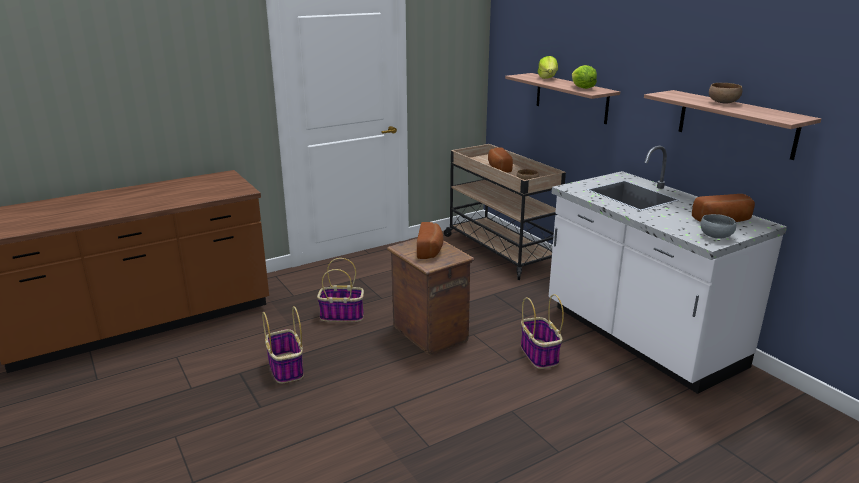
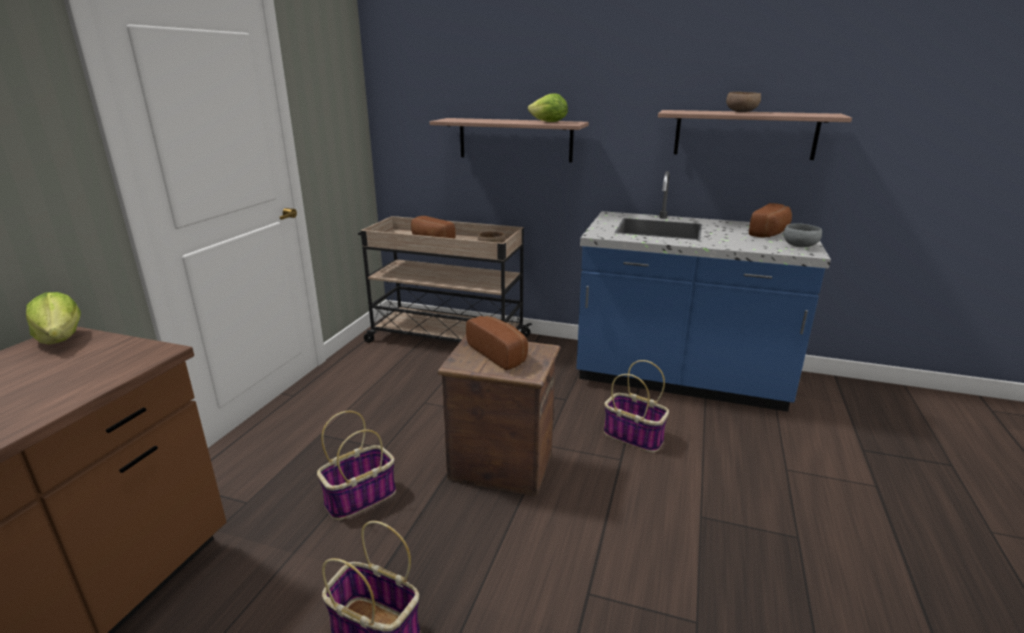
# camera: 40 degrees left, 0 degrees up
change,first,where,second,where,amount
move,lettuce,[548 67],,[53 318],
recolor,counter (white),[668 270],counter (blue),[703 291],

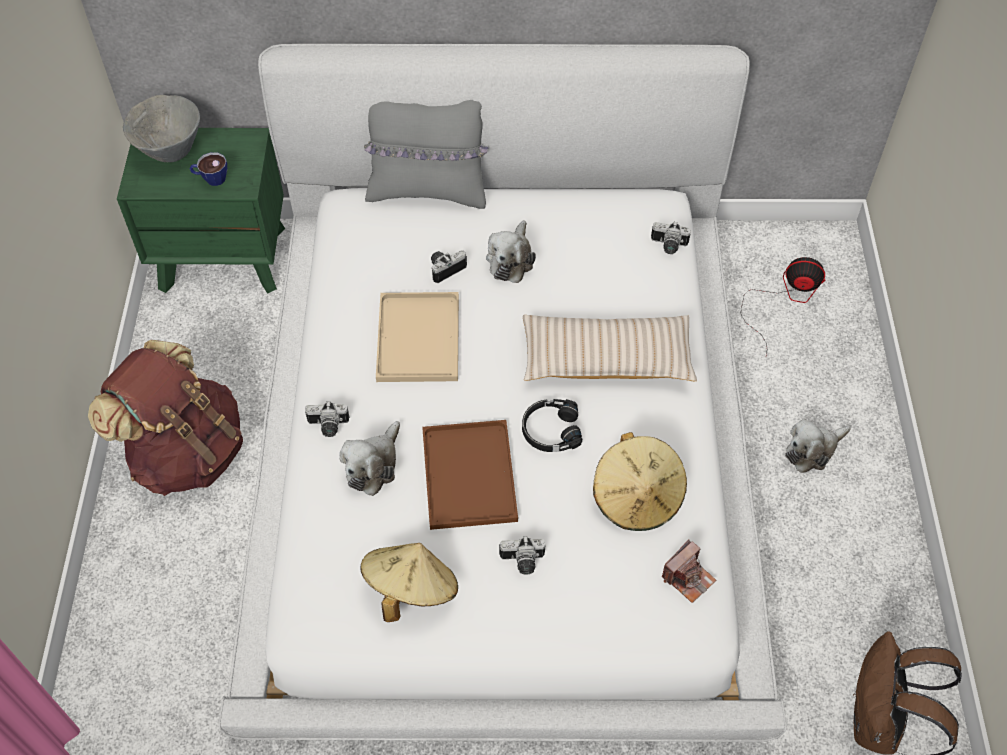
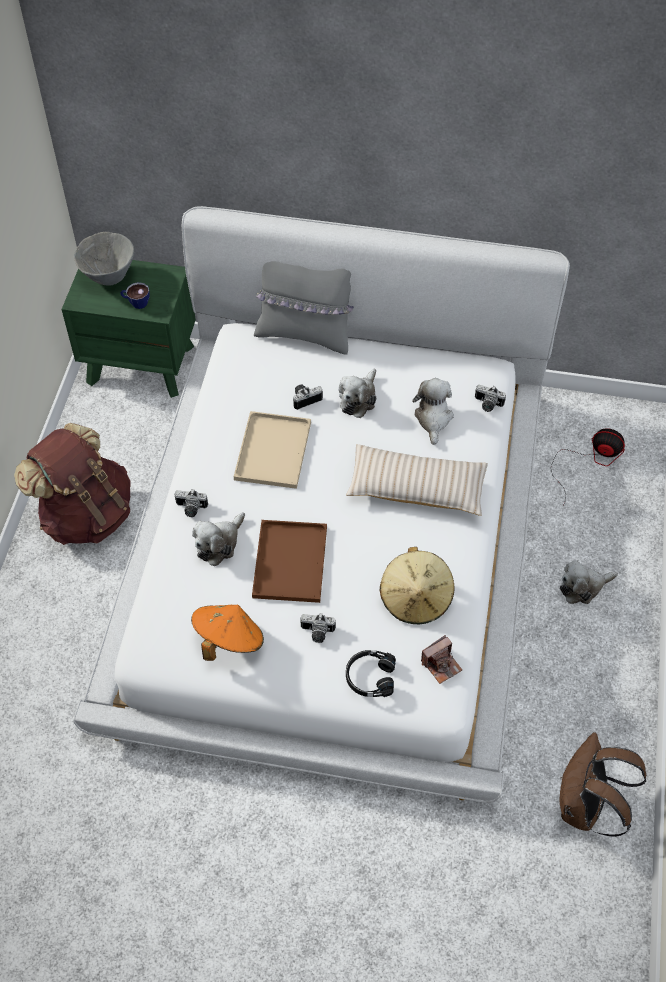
# camera: 10 degrees right, 0 degrees up
change,first,where,second,where,amount
move,headphones (black),[552 425],,[371 673],
recolor,hat (beige),[409 582],hat (orange),[227 633],
insert,,,plush toy,[433 411],

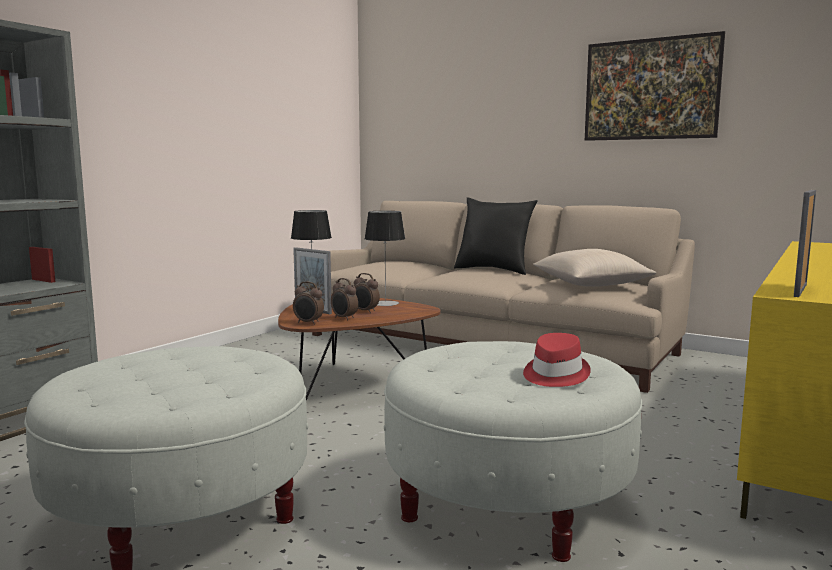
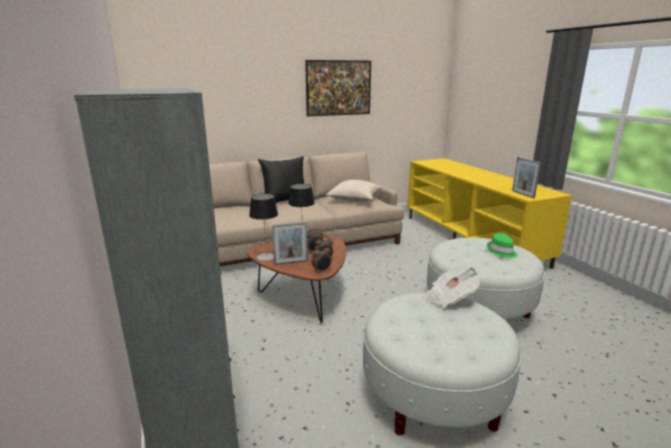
# camera: 55 degrees left, 10 degrees up
change,first,where,second,where,amount
recolor,hat (red),[557 360],hat (green),[502 245],
insert,,,newspaper,[451 286],

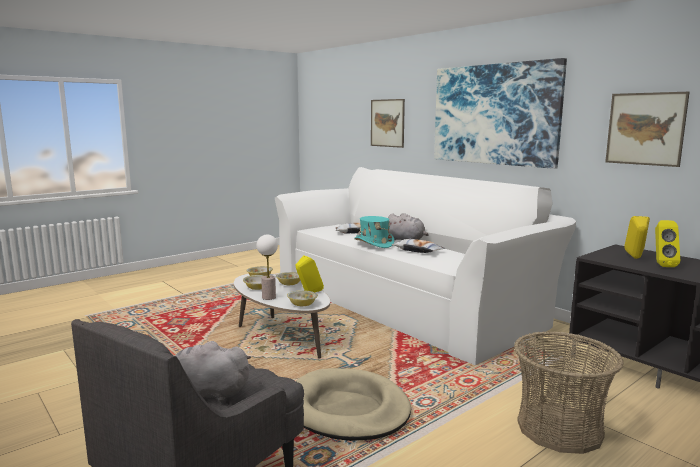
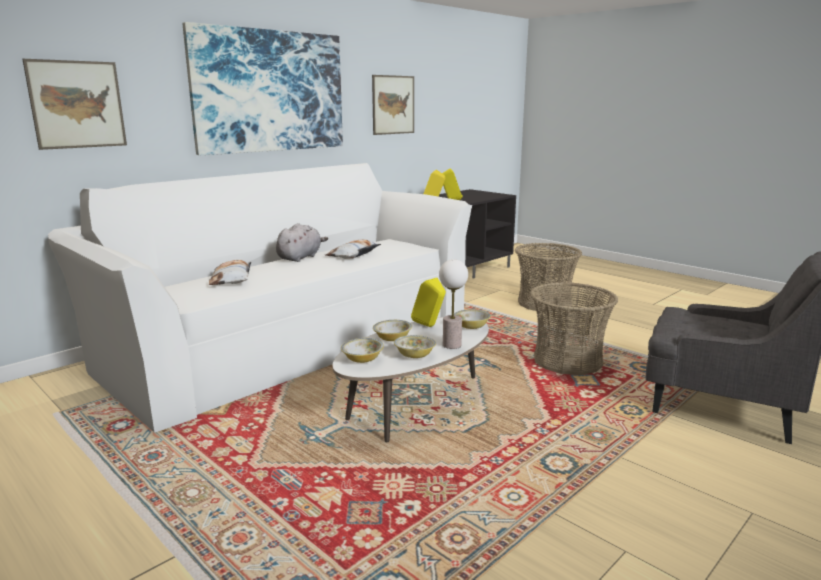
# camera: 95 degrees left, 5 degrees up
change,first,where,second,where,amount
delete,hat (turquoise),[374 232],,,
delete,plush toy (grey),[213 371],,,
replace,dog bed (beige),[353 404],basket,[574 328],

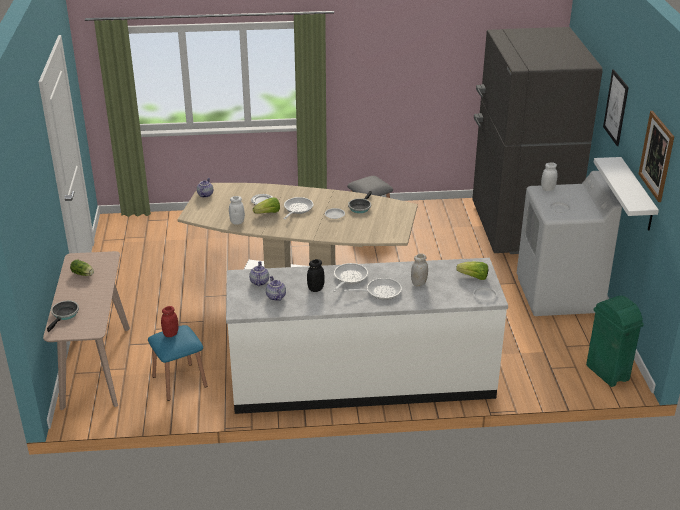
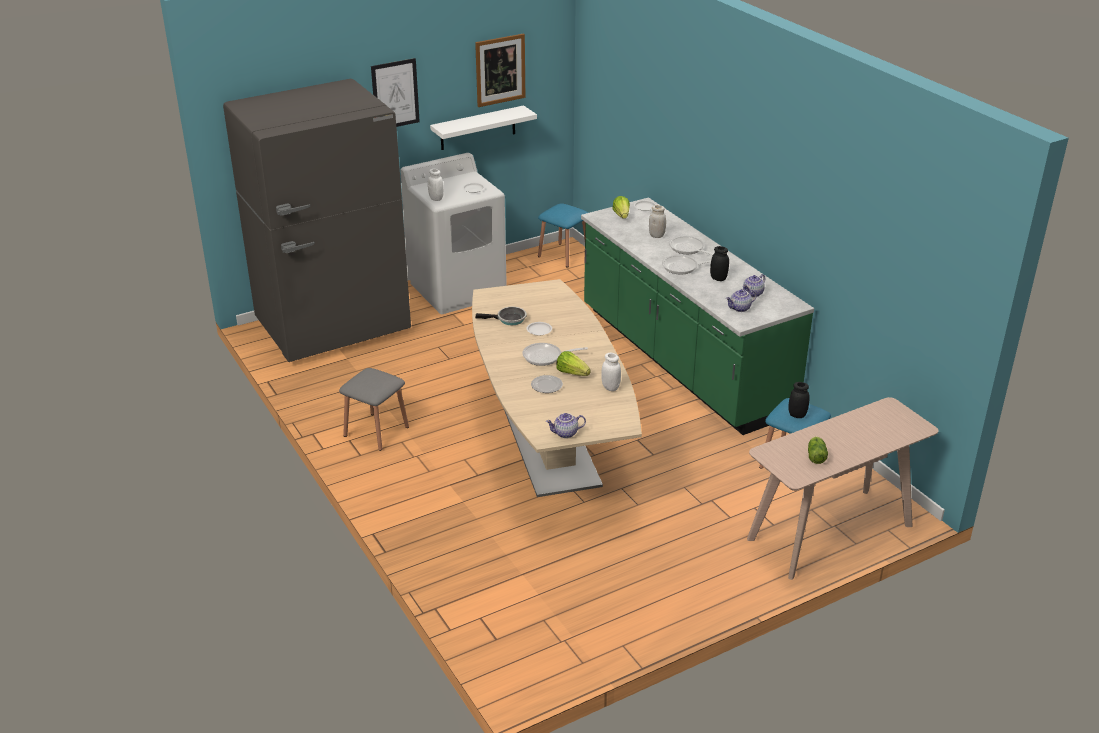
# camera: 115 degrees left, 0 degrees up
change,first,where,second,where,amount
recolor,counter (white),[367 336],counter (green),[697 316],
replace,trash can (green),[615 341],stool (blue),[563 235],
delete,frying pan,[63 316],,,
recolor,jar (red),[170 321],jar (black),[799 400],

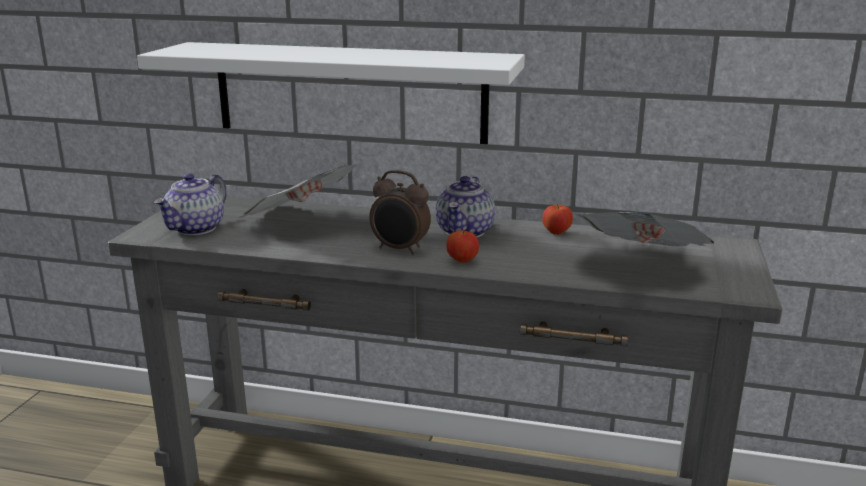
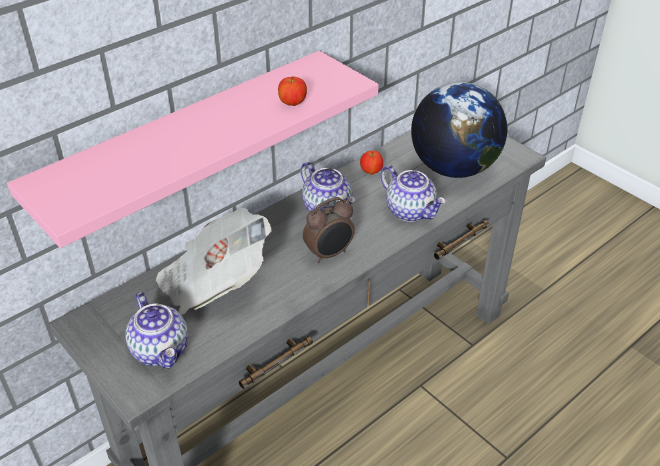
# camera: 55 degrees left, 20 degrees up
change,first,where,second,where,amount
recolor,shelf (white),[331 93],shelf (pink),[193 149],
replace,newspaper,[645 229],globe,[459 130],
move,apple,[463 246],,[292 91],
insert,,,teapot,[413 193],

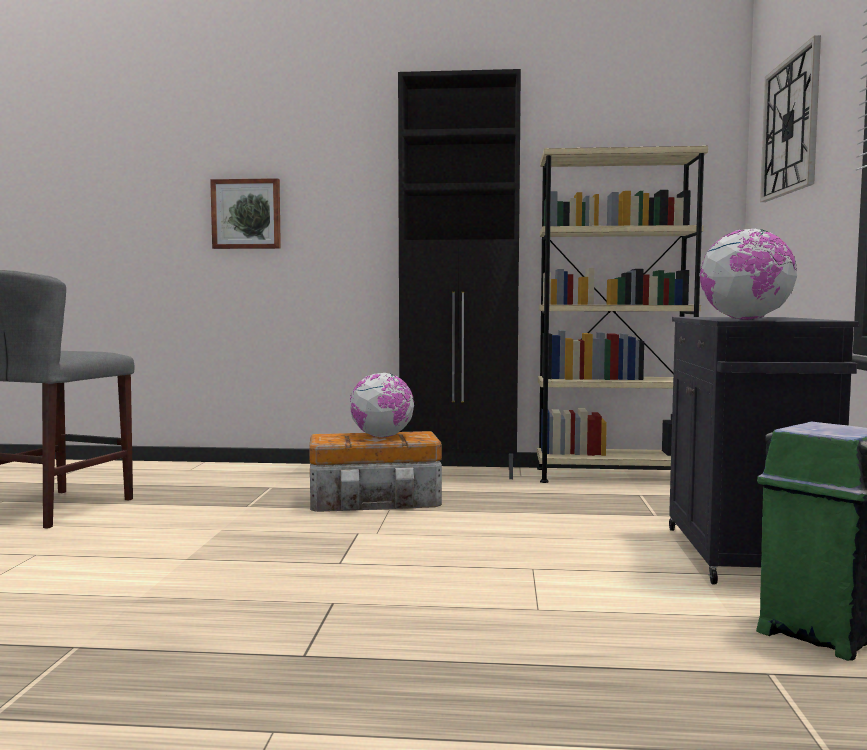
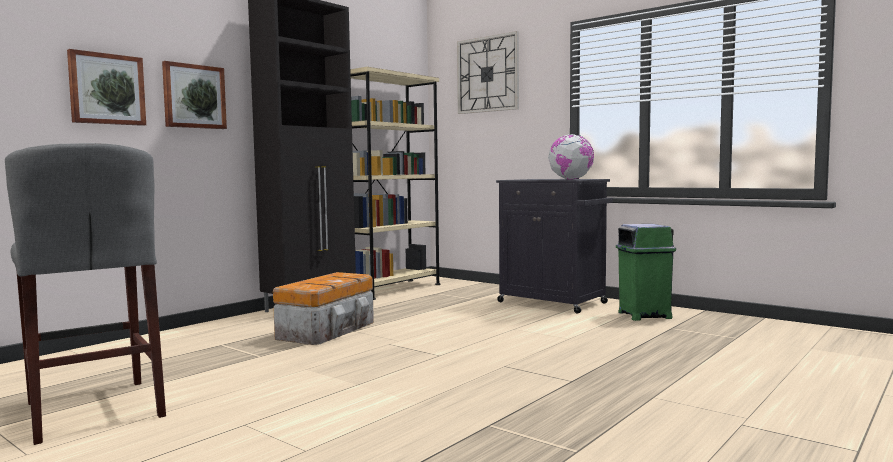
# camera: 55 degrees left, 0 degrees up
change,first,where,second,where,amount
delete,globe,[382 405],,,
insert,,,picture,[194 95],

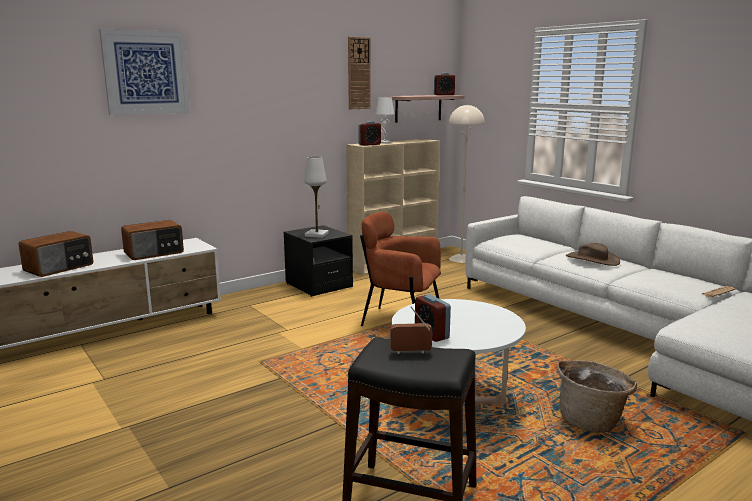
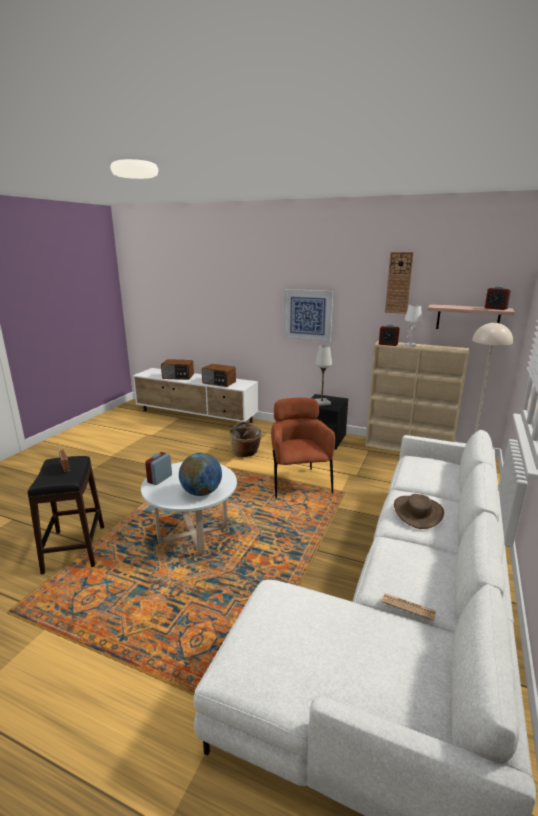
# camera: 60 degrees right, 5 degrees up
change,first,where,second,where,amount
move,picture,[144 71],,[308 316],
move,basket,[596 396],,[245 439],
insert,,,globe,[200 474],

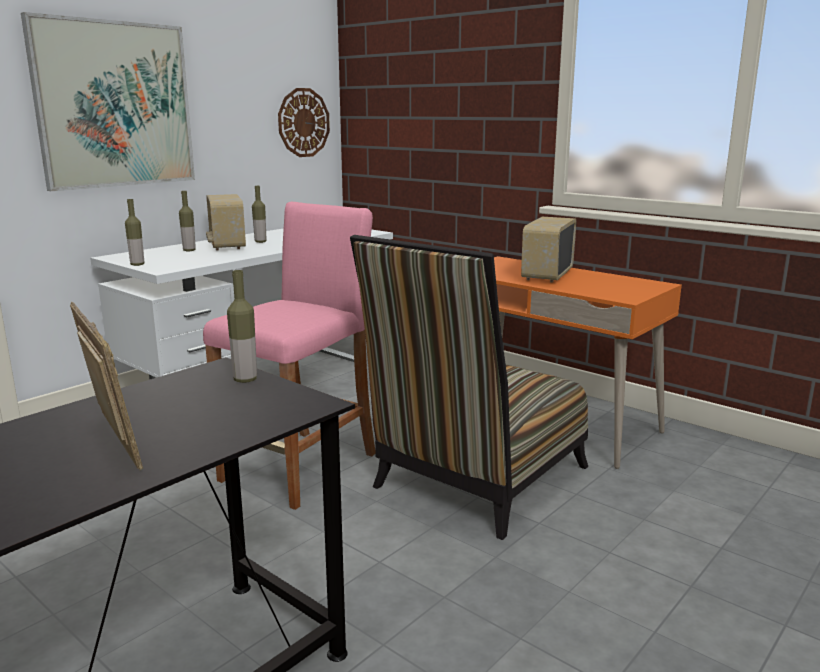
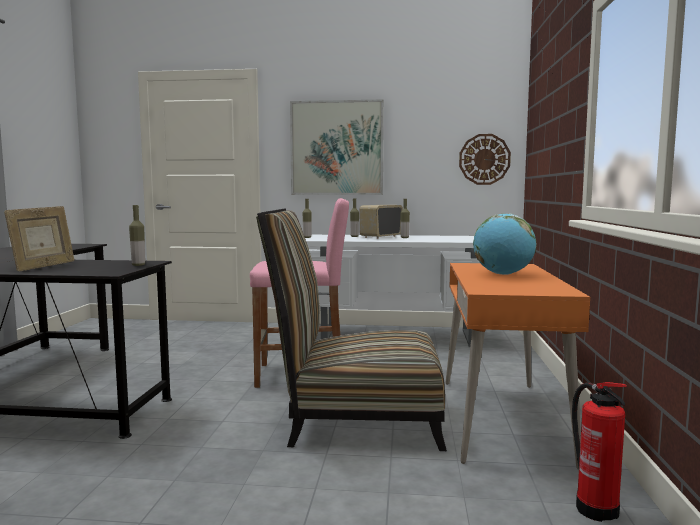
# camera: 55 degrees right, 10 degrees down
change,first,where,second,where,amount
replace,radio,[548 249],globe,[504 244],
insert,,,fire extinguisher,[599 452],

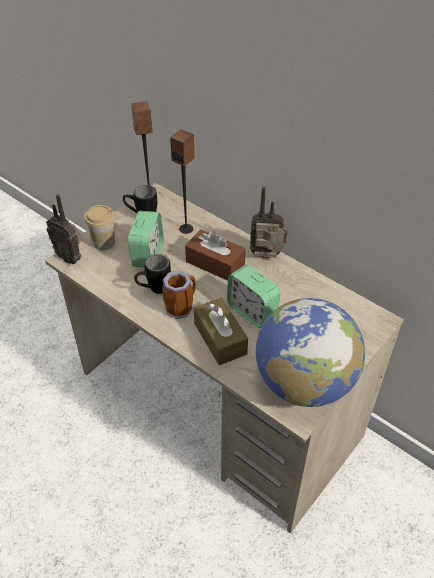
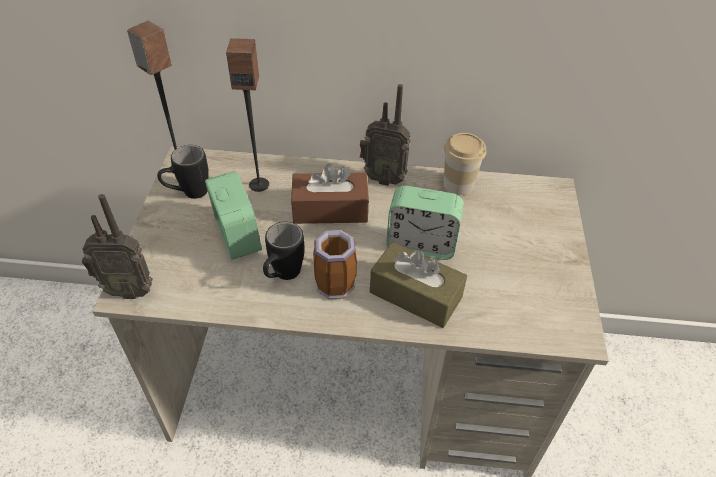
# camera: 35 degrees left, 0 degrees up
change,first,where,second,where,amount
rotate,radio,[269 222],,[385 135],135 degrees counterclockwise
move,cup,[99 227],,[465 164],
delete,globe,[310 352],,,

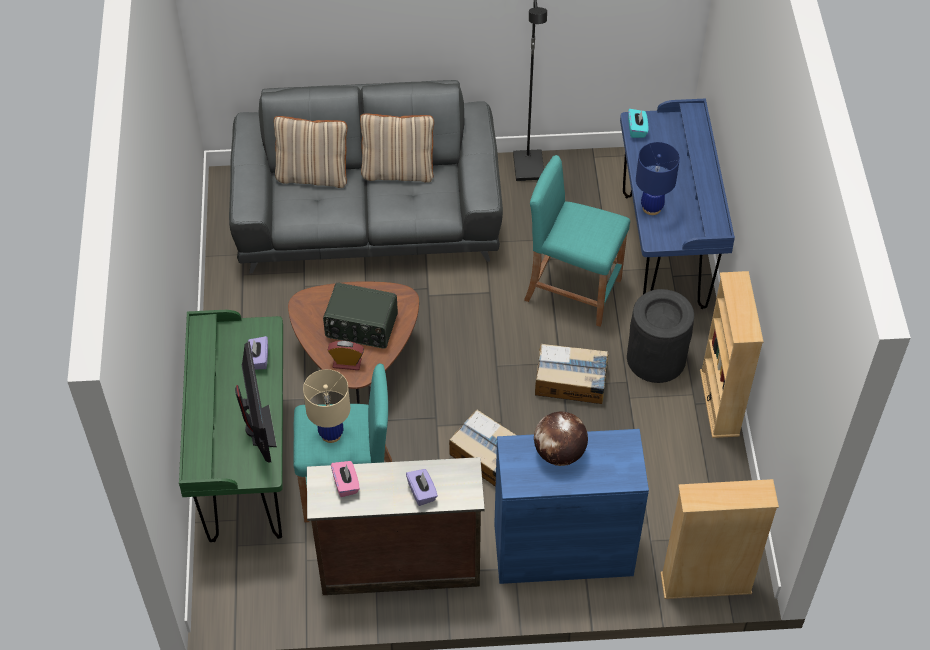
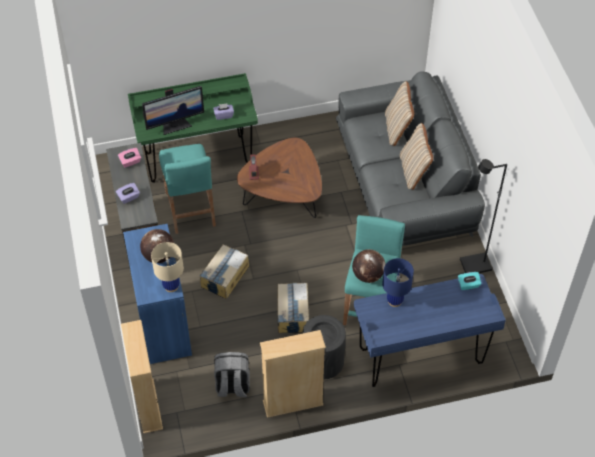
# camera: 80 degrees right, 0 degrees up
change,first,where,second,where,amount
delete,radio,[360 316],,,
move,table lamp (beige),[326 406],,[167 267],
insert,,,globe,[368 266],
insert,,,backpack (grey),[232 374],

